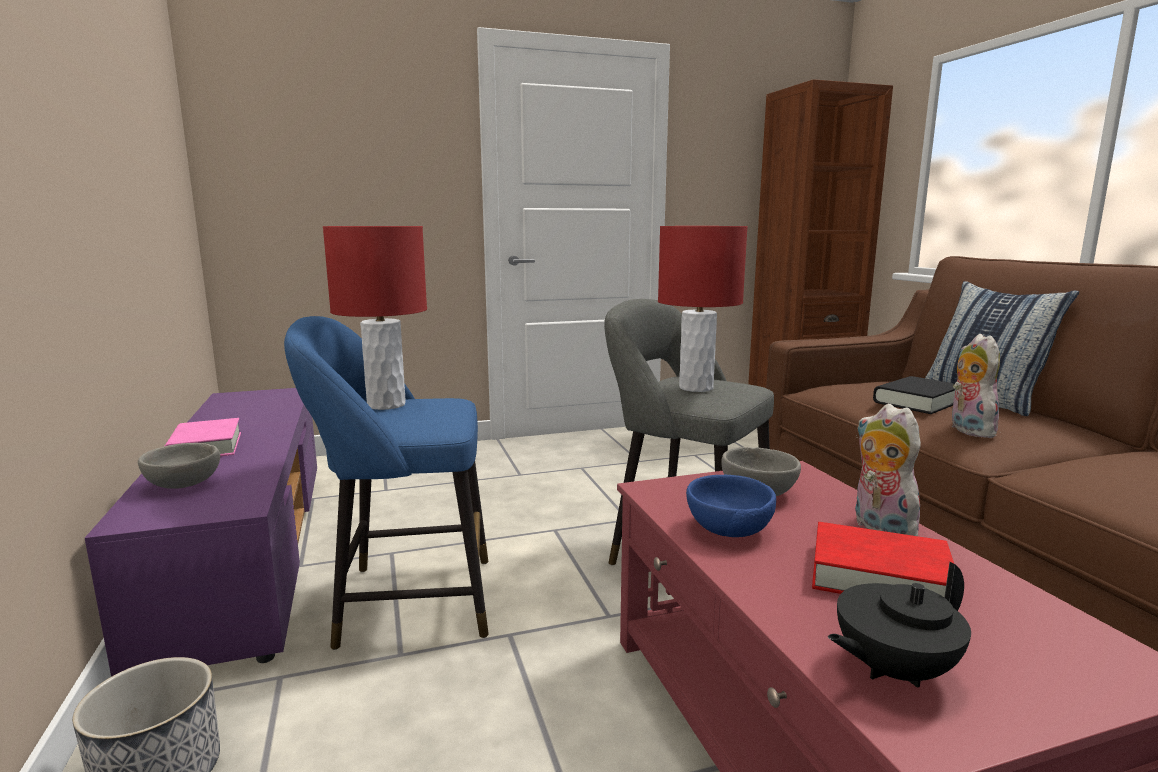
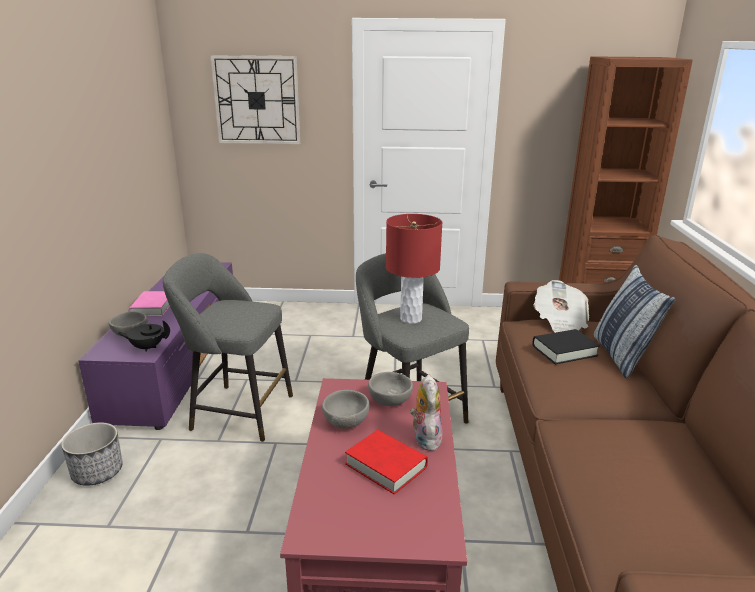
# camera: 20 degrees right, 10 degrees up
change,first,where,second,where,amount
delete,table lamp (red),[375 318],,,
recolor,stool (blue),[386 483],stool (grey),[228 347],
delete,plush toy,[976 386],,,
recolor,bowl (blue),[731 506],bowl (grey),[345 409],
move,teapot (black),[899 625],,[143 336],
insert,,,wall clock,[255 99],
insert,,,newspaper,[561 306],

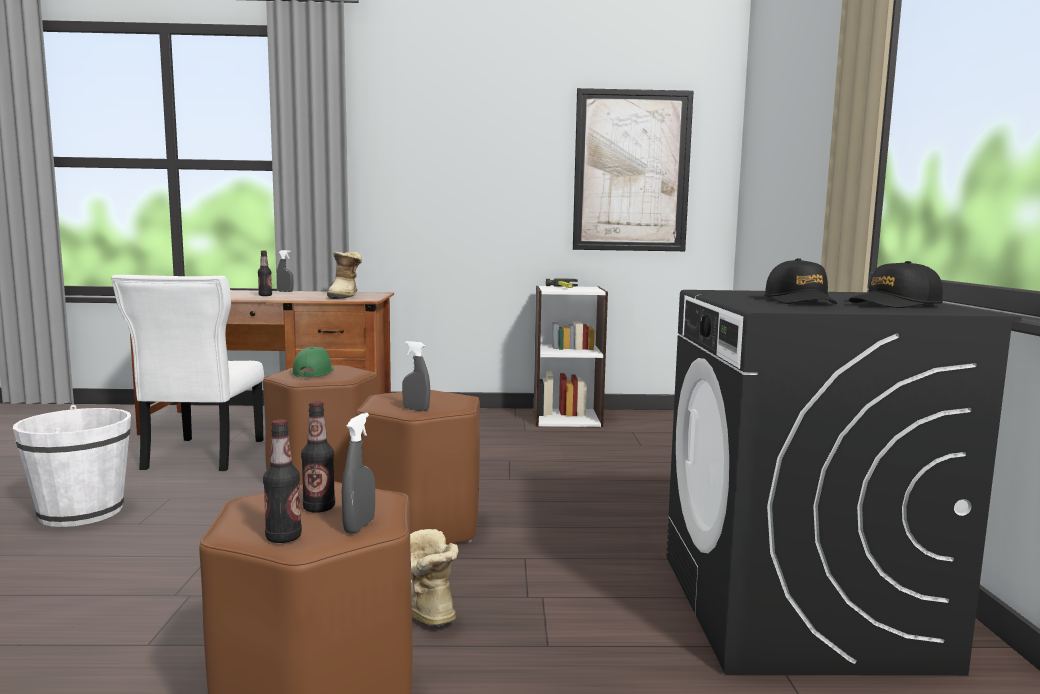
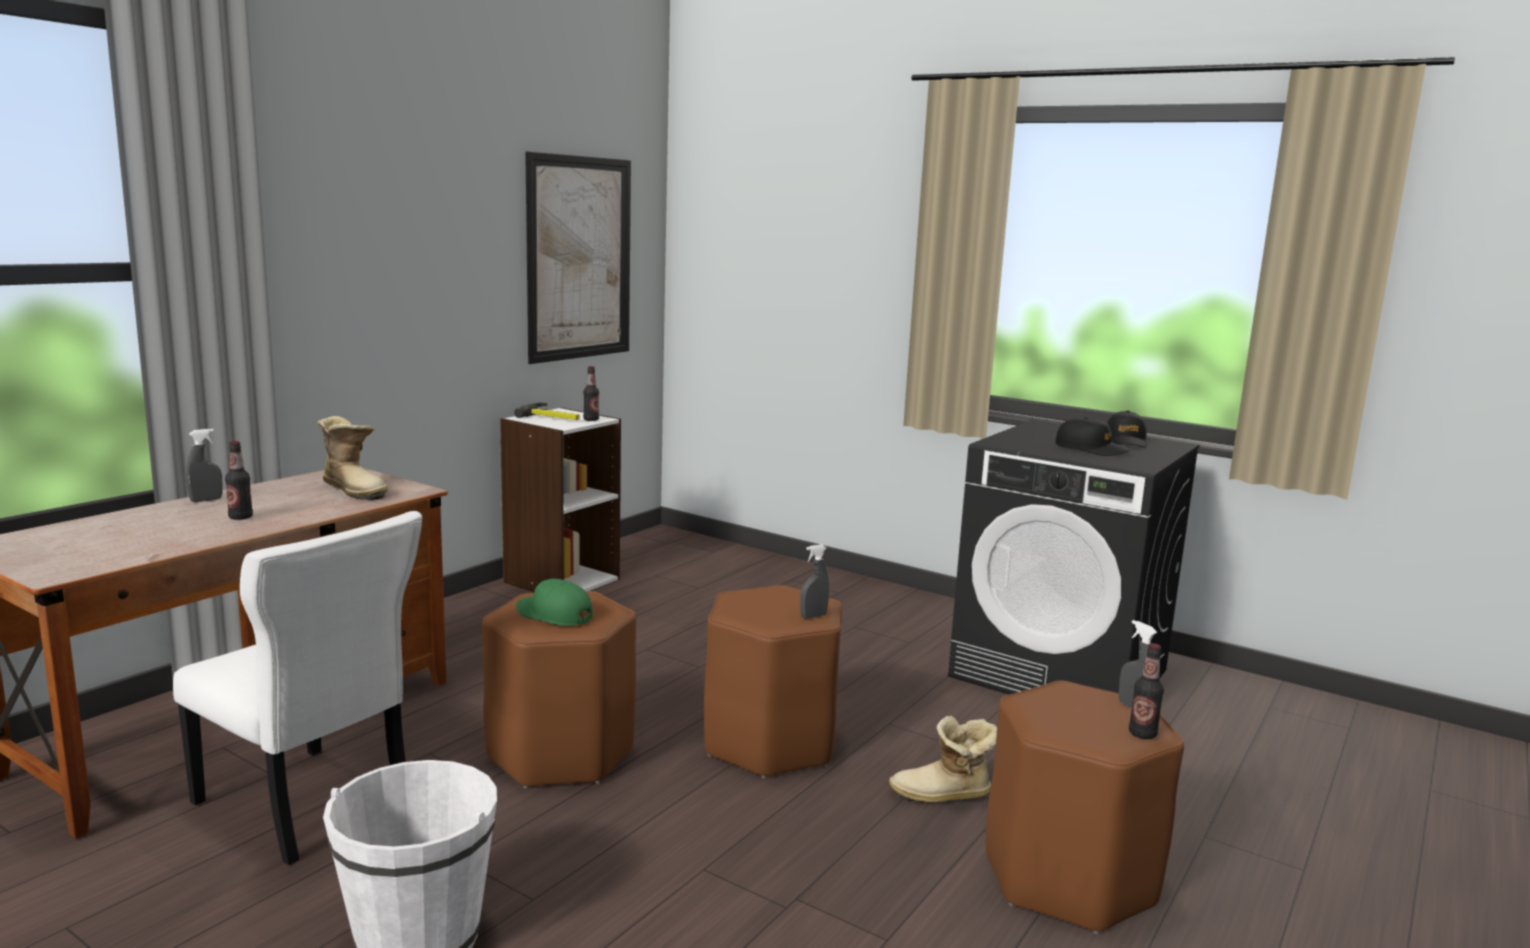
# camera: 55 degrees left, 5 degrees up
change,first,where,second,where,amount
move,bottle,[318 457],,[591 393],

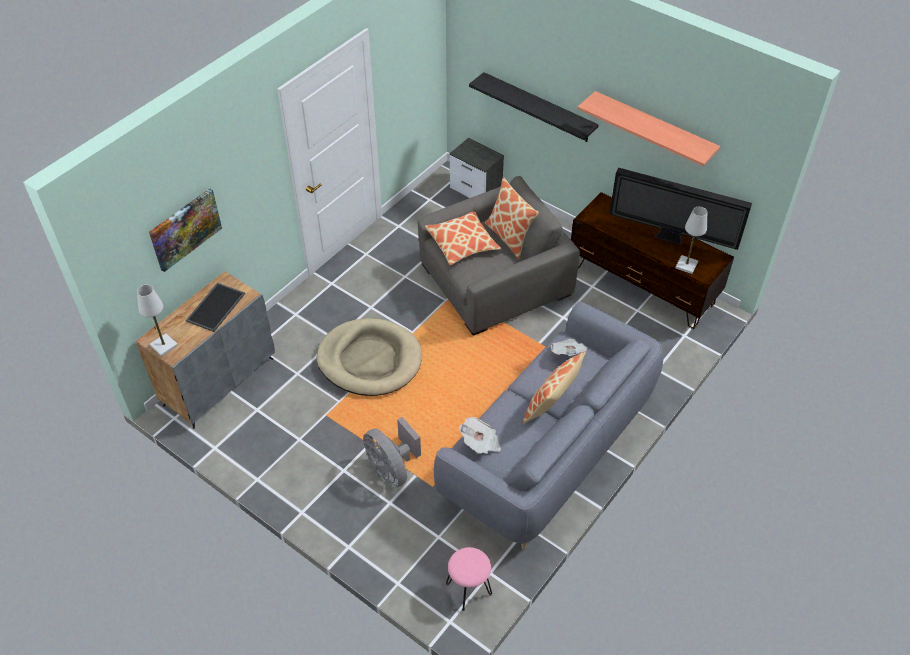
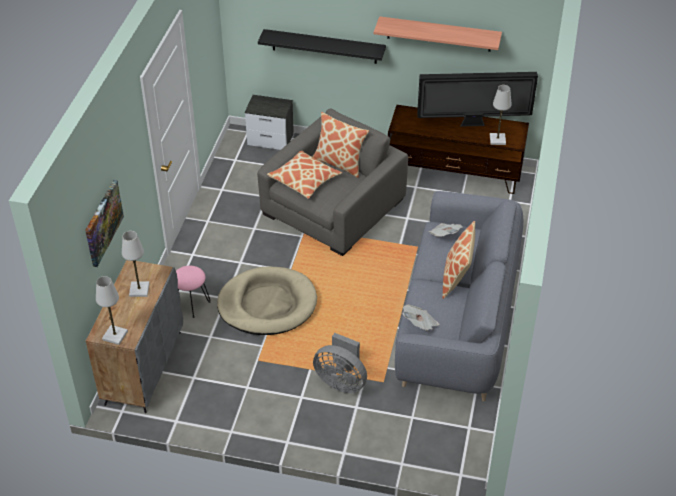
# camera: 25 degrees left, 5 degrees down
change,first,where,second,where,amount
replace,tray,[215 307],table lamp (white),[136 264],
move,stool (pink),[469 579],,[193 292],

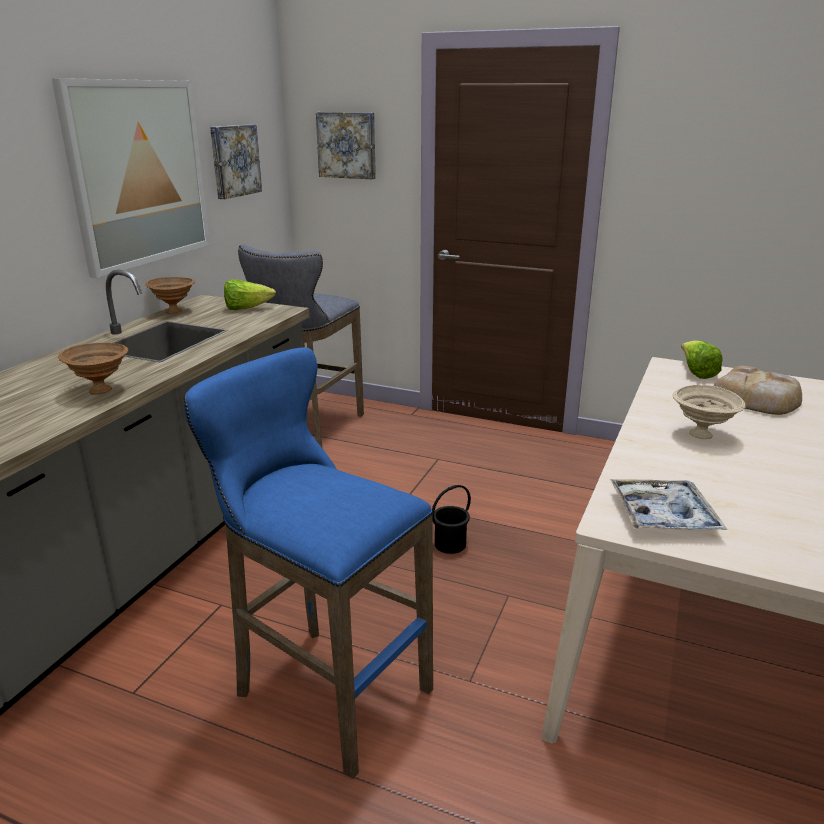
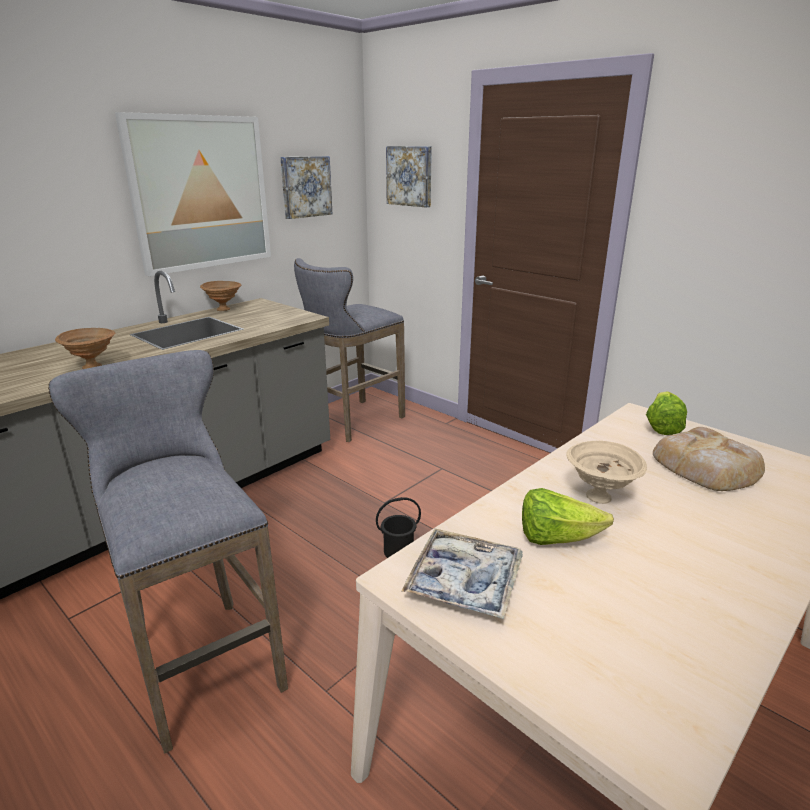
# camera: 20 degrees right, 0 degrees up
change,first,where,second,where,amount
move,lettuce,[250 294],,[568 516],
recolor,stool (blue),[308 563],stool (grey),[168 552],

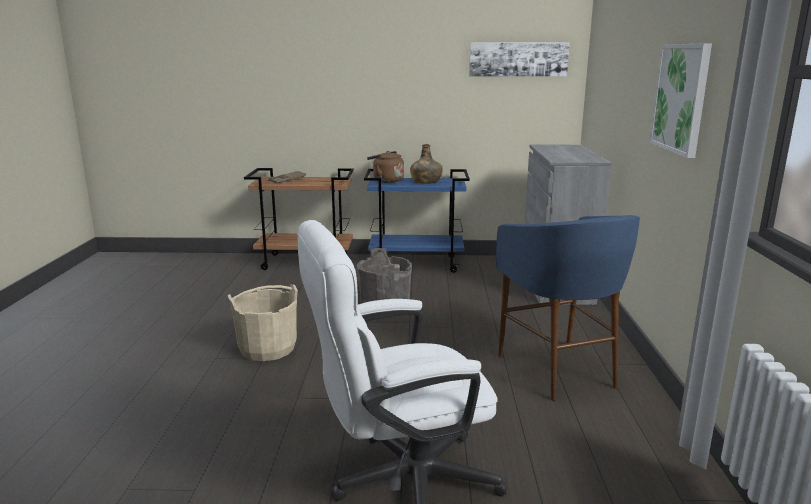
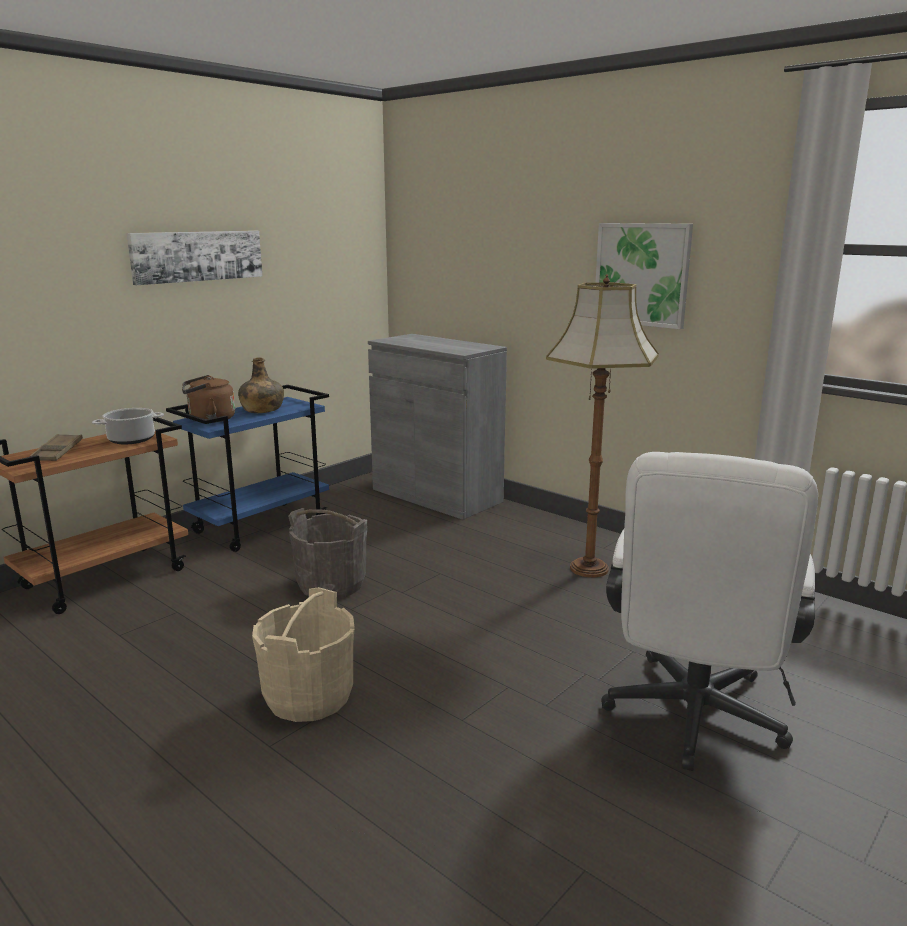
# camera: 50 degrees left, 0 degrees up
change,first,where,second,where,amount
move,picture,[519 59],,[194 258],
replace,stool (blue),[568 308],floor lamp,[602 426],
insert,,,cooking pot,[128 426],

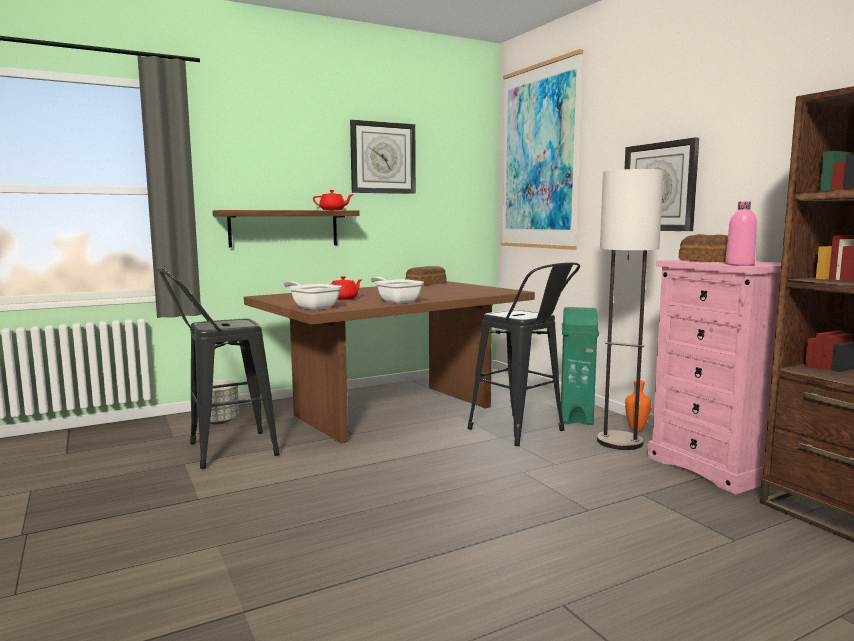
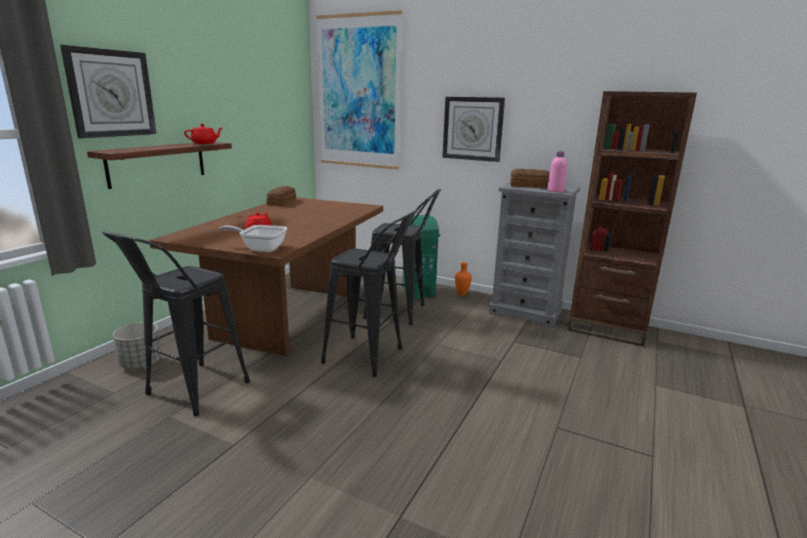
# camera: 35 degrees left, 10 degrees up
change,first,where,second,where,amount
move,wall clock,[383 157],,[108 91],
delete,floor lamp,[630 309],,,
recolor,dresser (pink),[714 377],dresser (grey),[534 255],
delete,frying pan,[397 290],,,
insert,,,stool (black),[369 293],

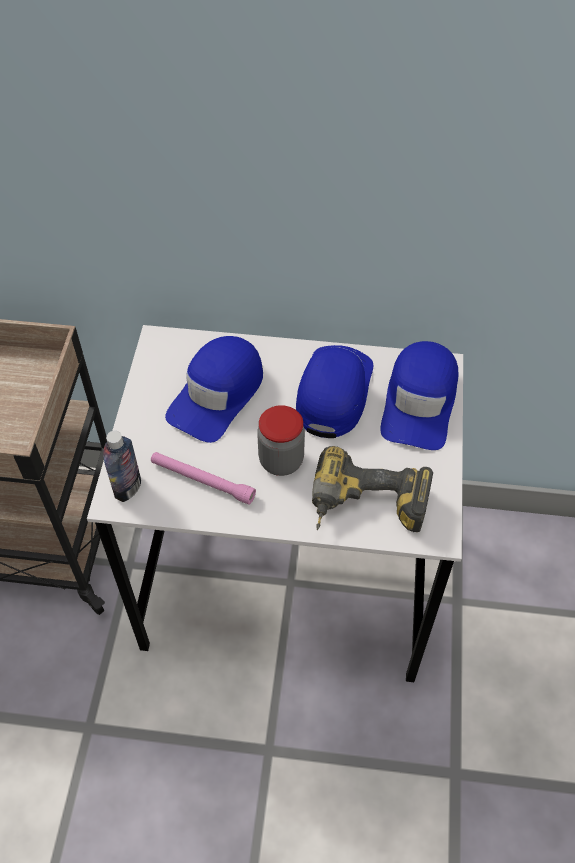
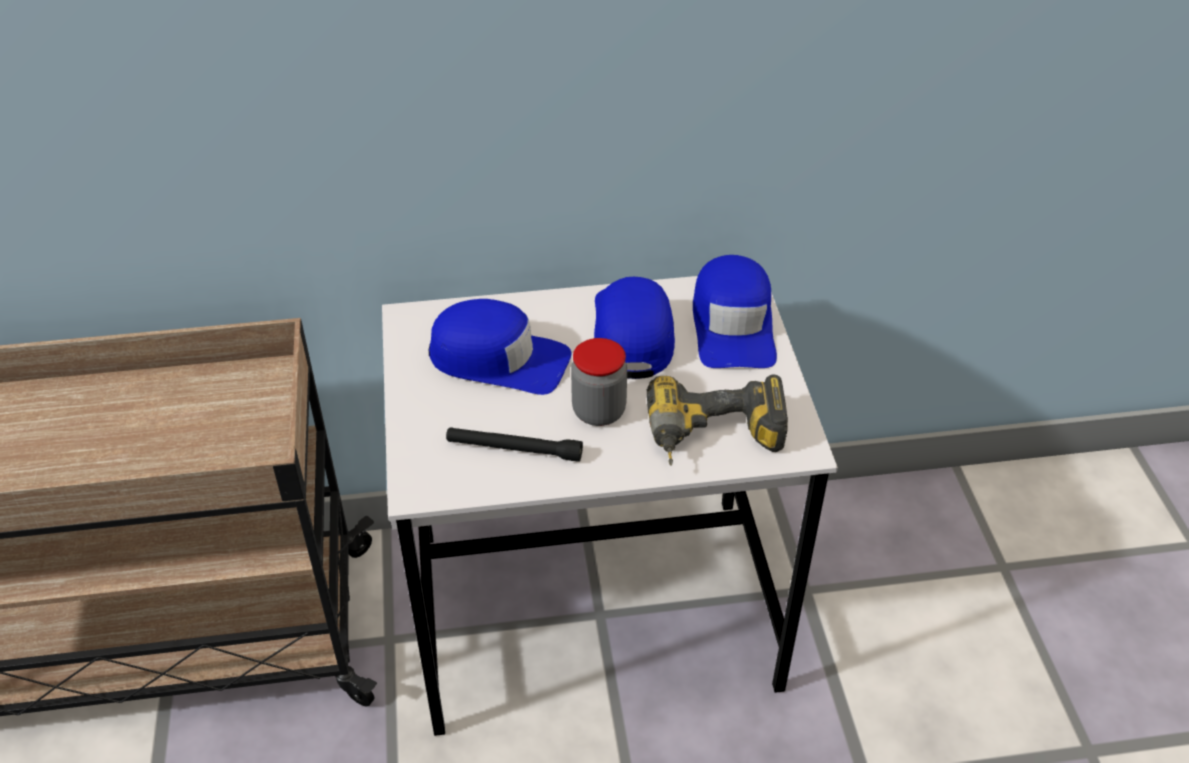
# camera: 15 degrees left, 10 degrees down
change,first,where,second,where,amount
rotate,cap (blue),[214 389],,[500 347],90 degrees counterclockwise
delete,bottle,[122 466],,,
recolor,flashlight (pink),[203 478],flashlight (black),[514 444],

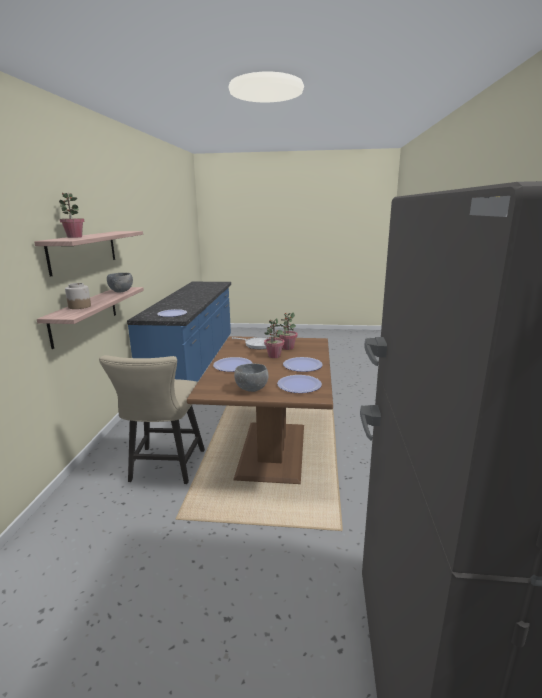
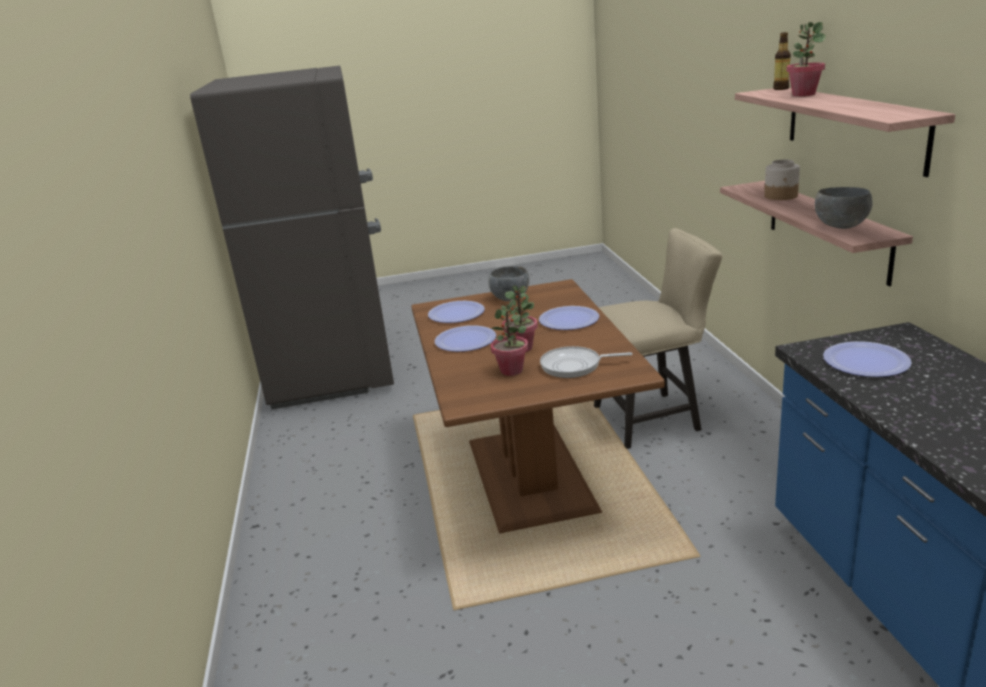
# camera: 165 degrees right, 5 degrees up
change,first,where,second,where,amount
rotate,chair (beige),[152 419],,[658 338],90 degrees clockwise
insert,,,bottle,[782 61],

